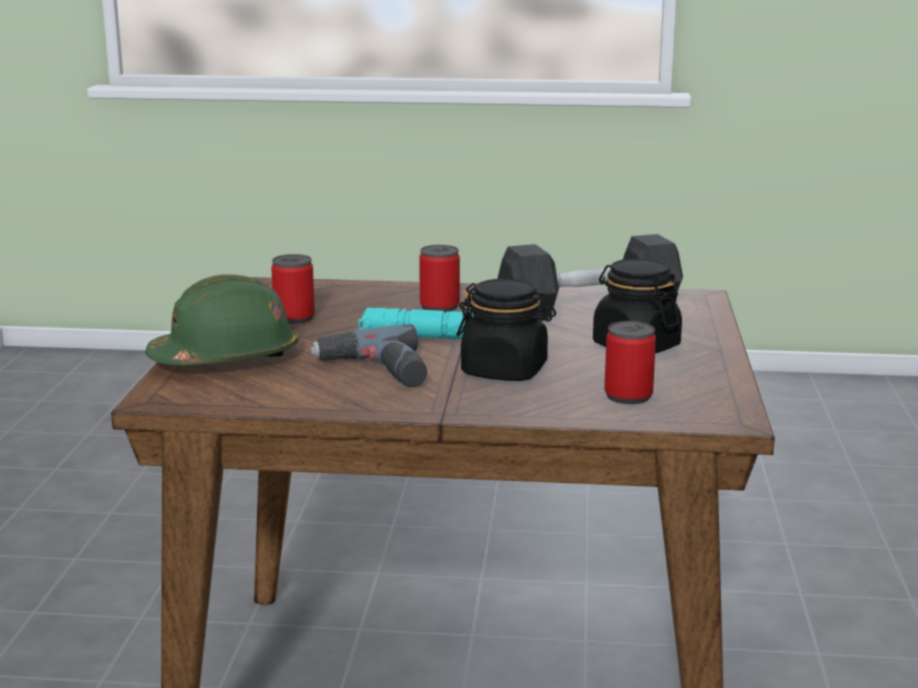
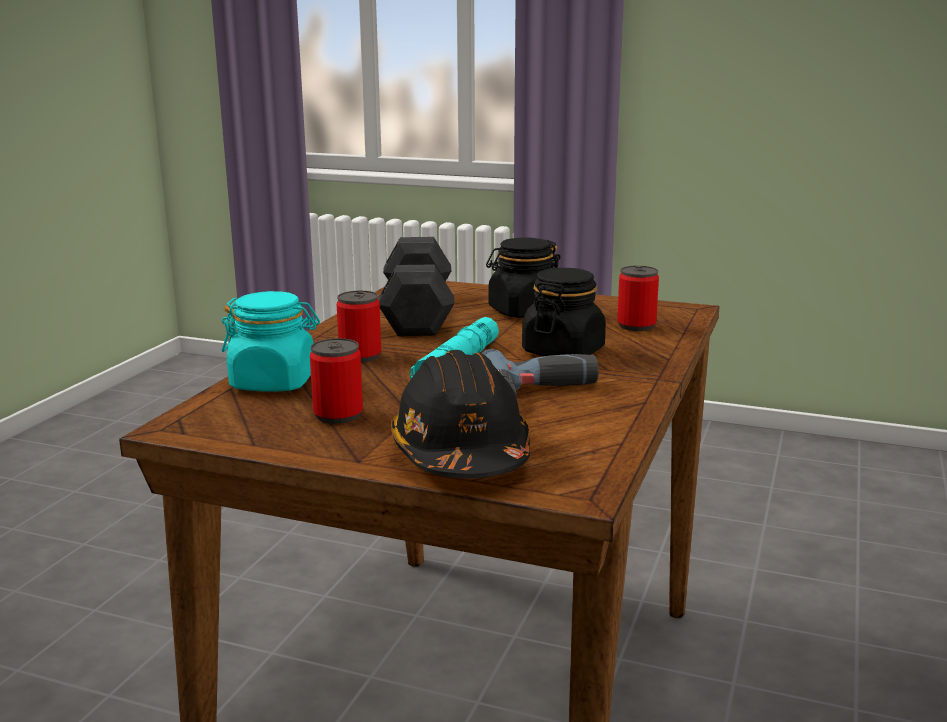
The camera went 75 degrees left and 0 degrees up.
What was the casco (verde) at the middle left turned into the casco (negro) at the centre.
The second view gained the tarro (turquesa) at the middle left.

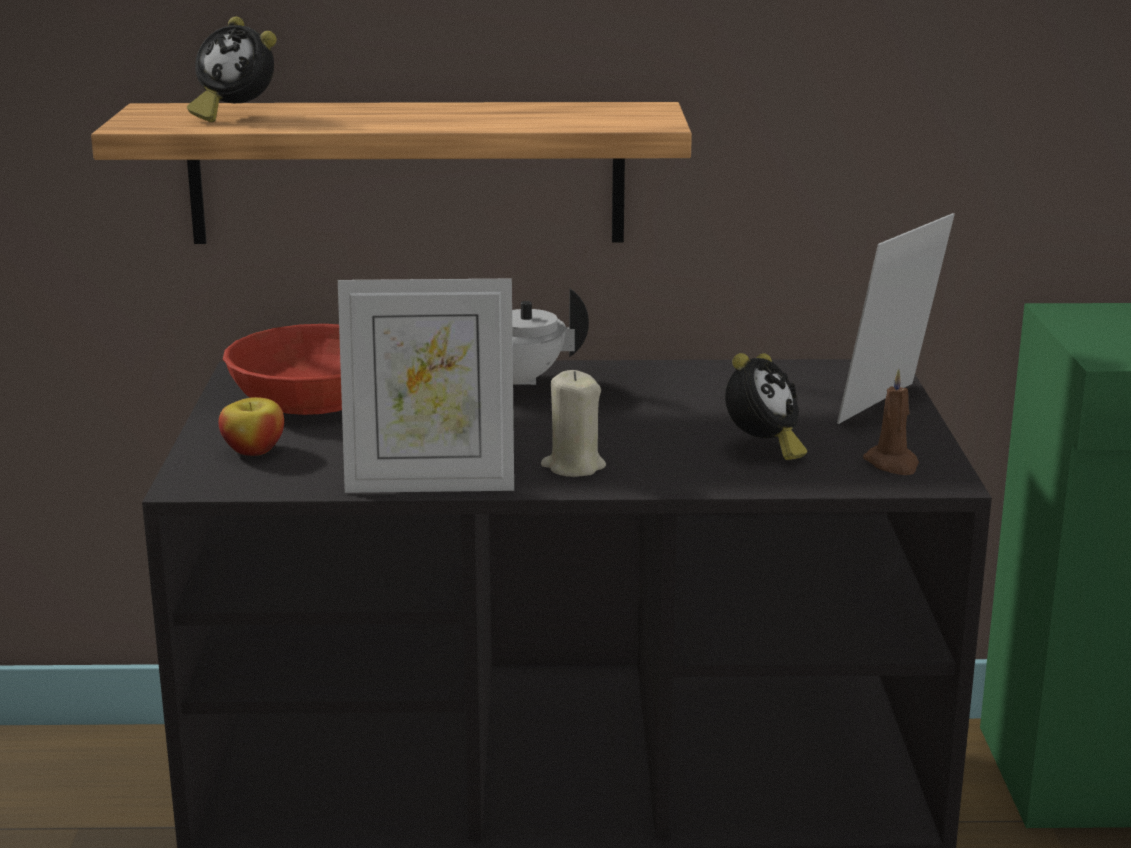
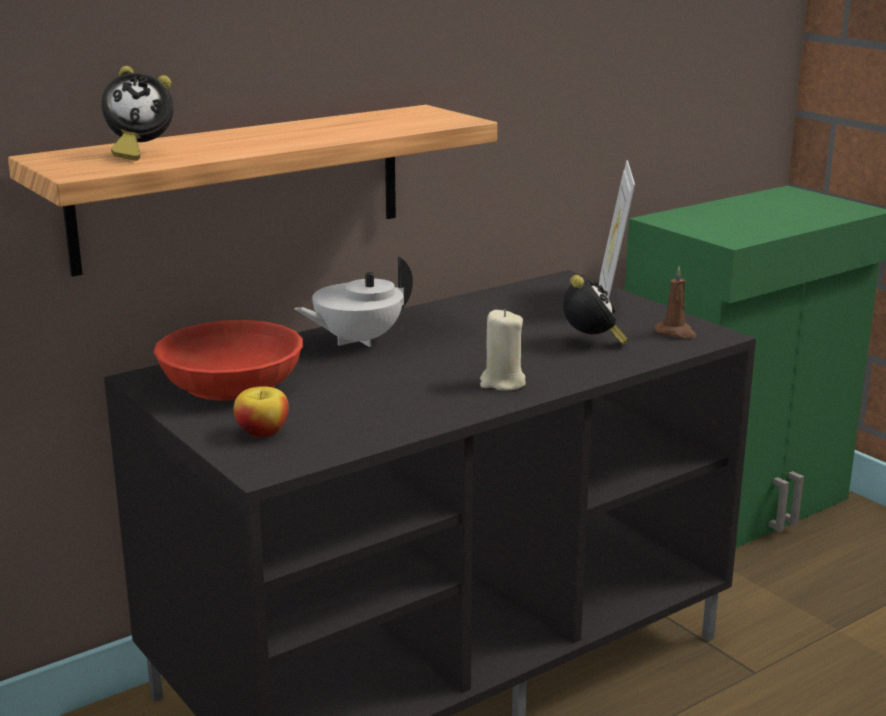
The camera went 35 degrees left and 0 degrees up.
The second view lost the portarretratos (no. 1 from left) at the centre.

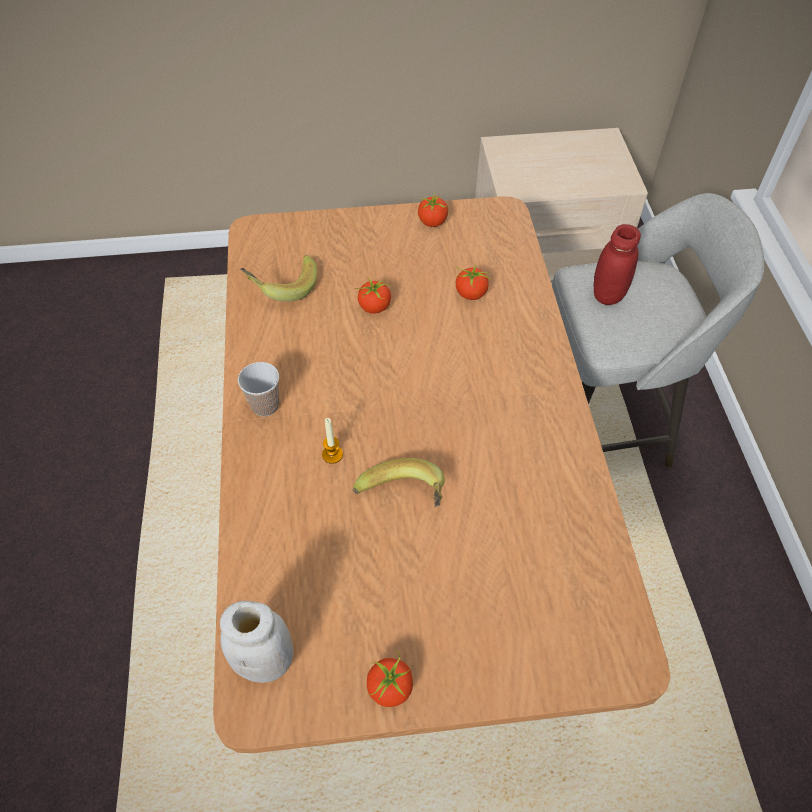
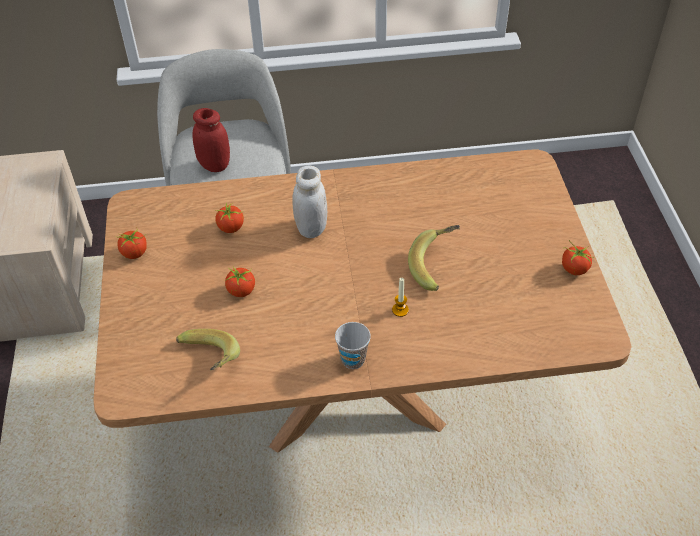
The camera went 90 degrees left and 5 degrees down.
The tarro (blanco) ended up elsewhere, having gone from the bottom left to the centre.

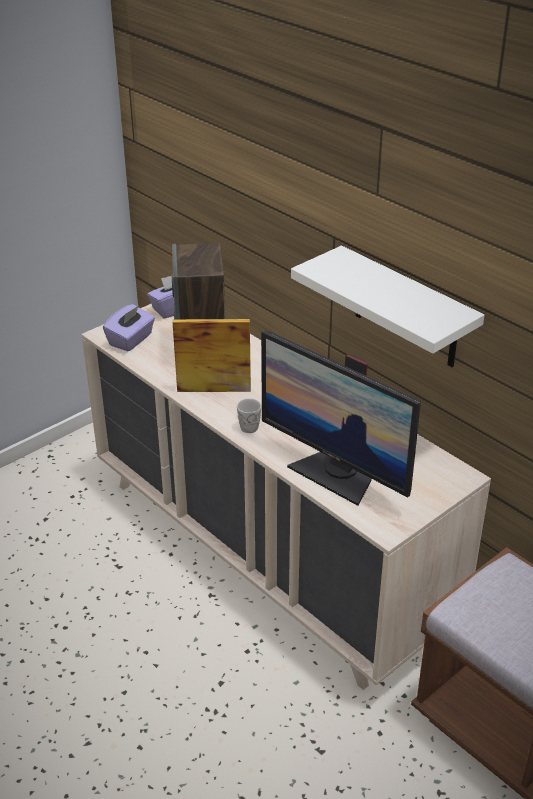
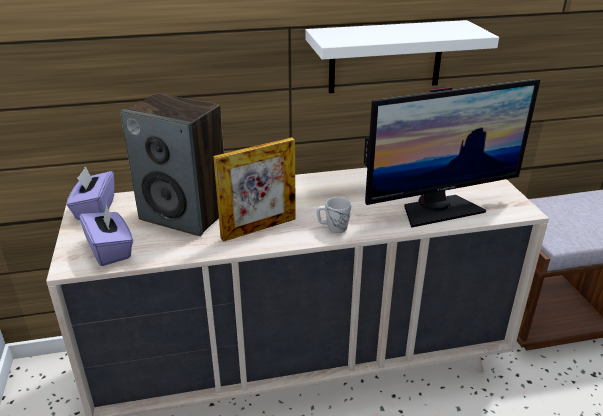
The camera went 60 degrees left and 5 degrees down.
The portarretratos at the centre ended up facing another way, 150 degrees counterclockwise from before.

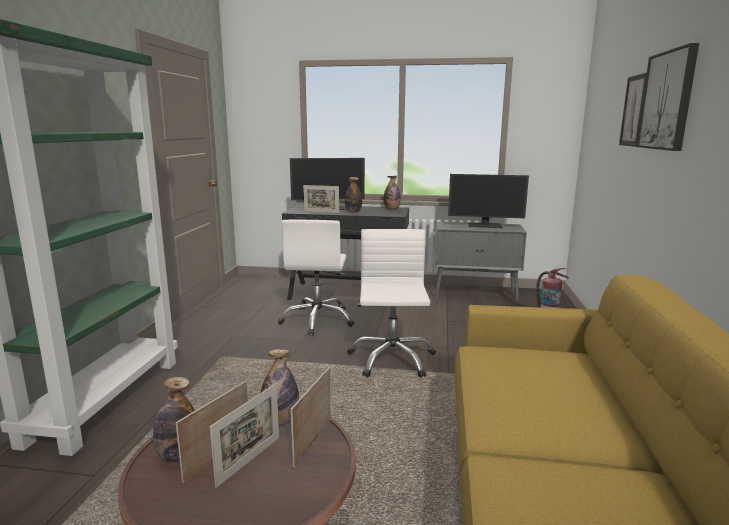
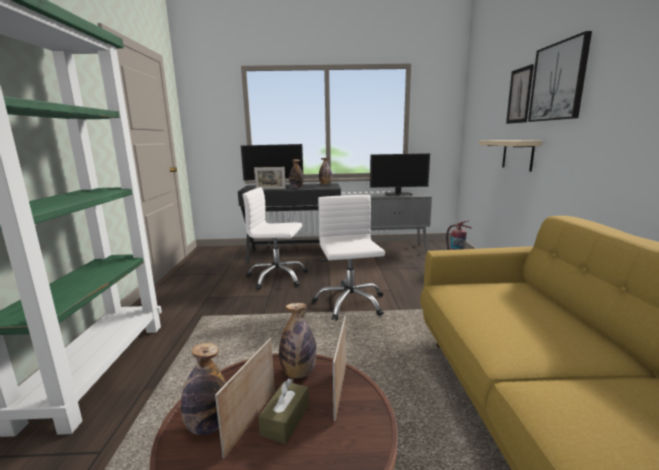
The camera went 10 degrees left and 0 degrees up.
Where the portarretratos (no. 2 from left) stood at the bottom centre, the caja de pañuelos (marrón) came to stand at the bottom centre.
The silla de oficina (blanco) (no. 1 from left) at the centre ended up facing another way, 105 degrees clockwise from before.
The second view gained the estante (beis) at the top right.

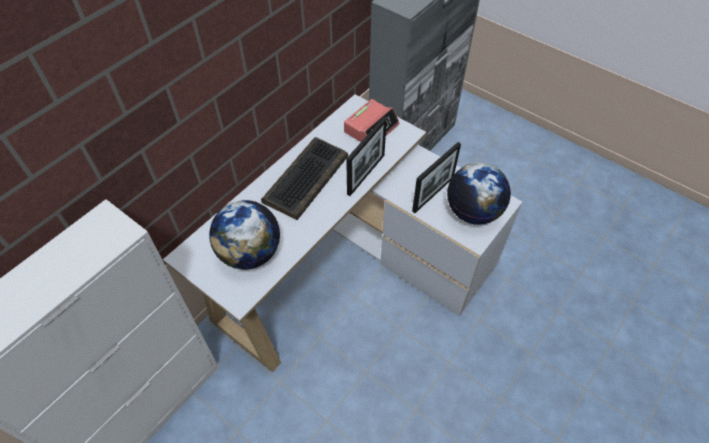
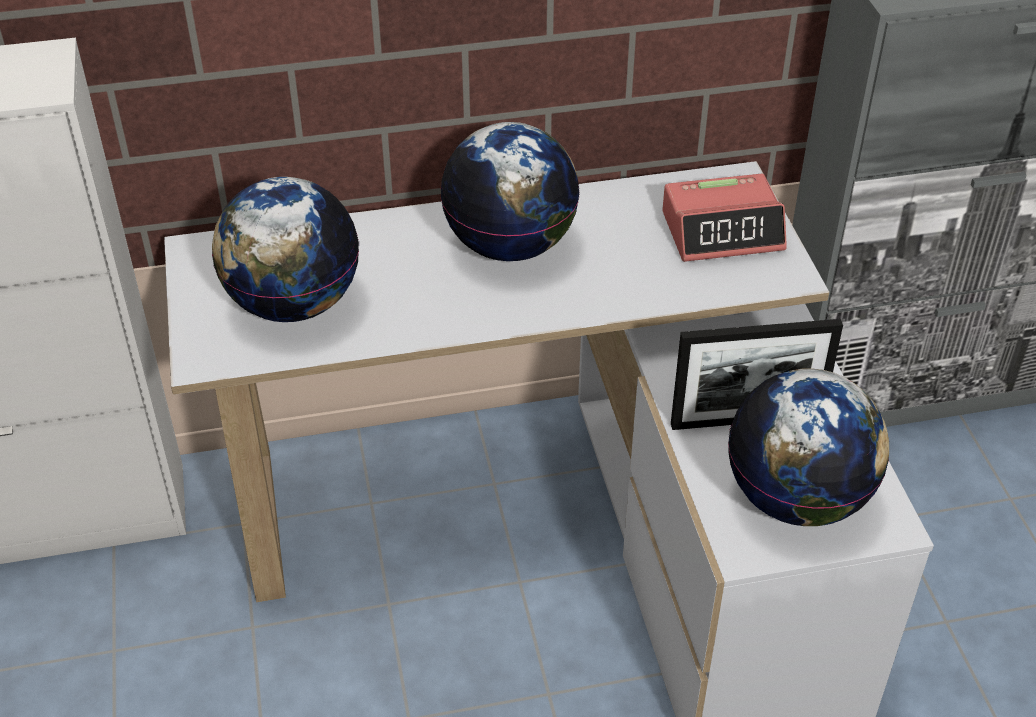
The camera went 40 degrees right and 10 degrees down.
Where the teclado stood at the centre, the globo terráqueo (no. 2 from left) came to stand at the top centre.
The second view lost the portarretratos (no. 1 from left) at the centre.

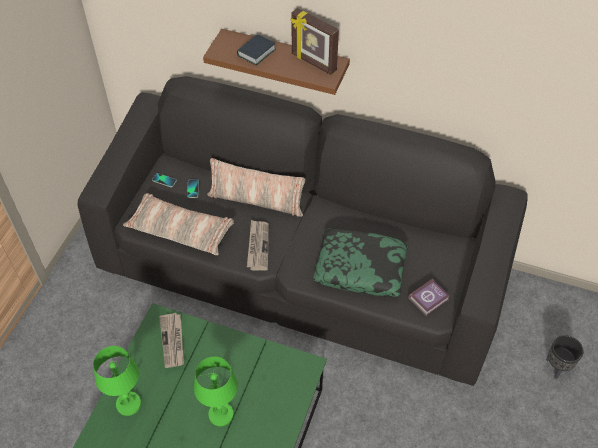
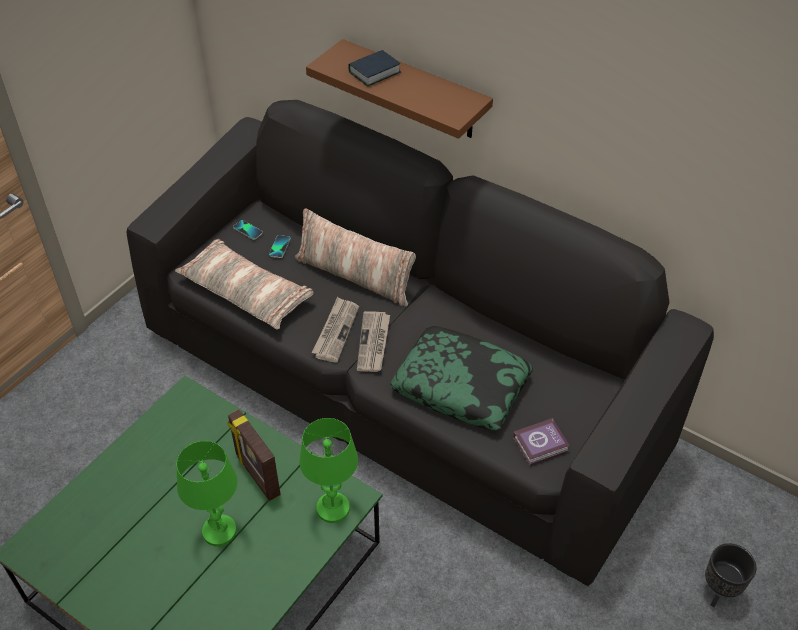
The camera went 15 degrees right and 5 degrees down.
The lámpara de mesa (verde) (no. 1 from left in the first image) ended up elsewhere, having gone from the bottom left to the bottom centre.
The periódico (no. 1 from left in the first image) ended up elsewhere, having gone from the bottom left to the centre.
The portarretratos ended up elsewhere, having gone from the top centre to the bottom left.

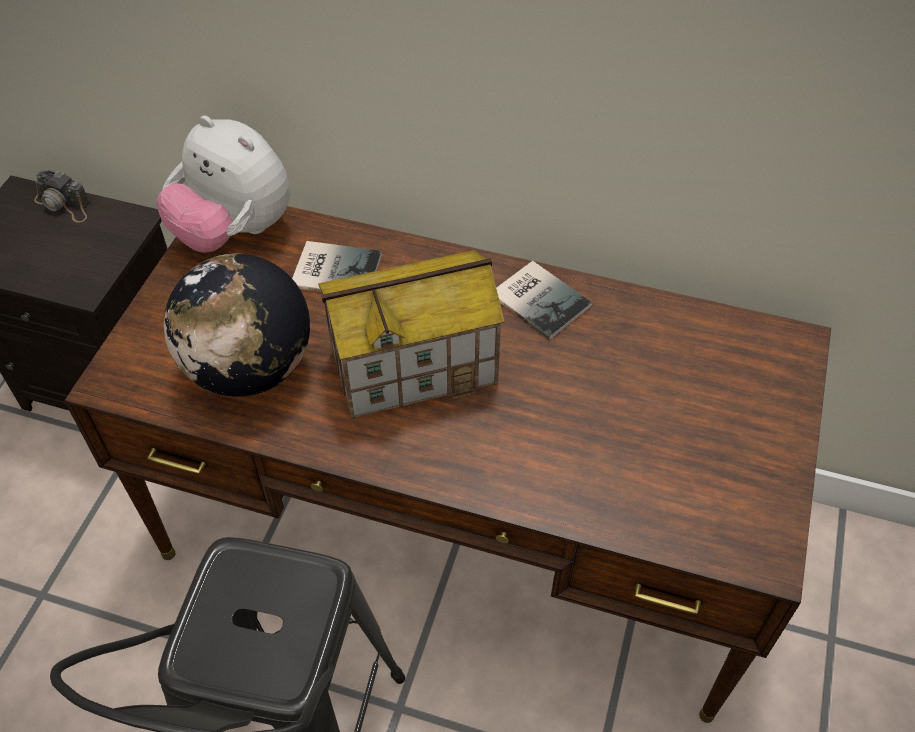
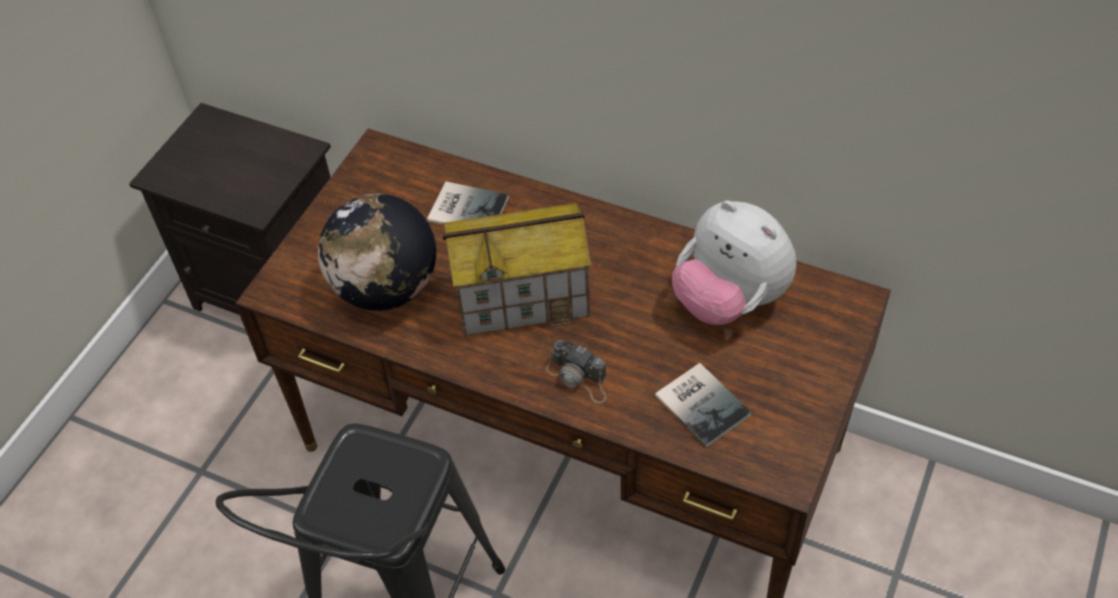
The camera went 10 degrees right and 0 degrees up.
The cámara ended up elsewhere, having gone from the top left to the centre.
The peluche ended up elsewhere, having gone from the top left to the centre.
The libro (no. 2 from left) ended up elsewhere, having gone from the centre to the bottom centre.

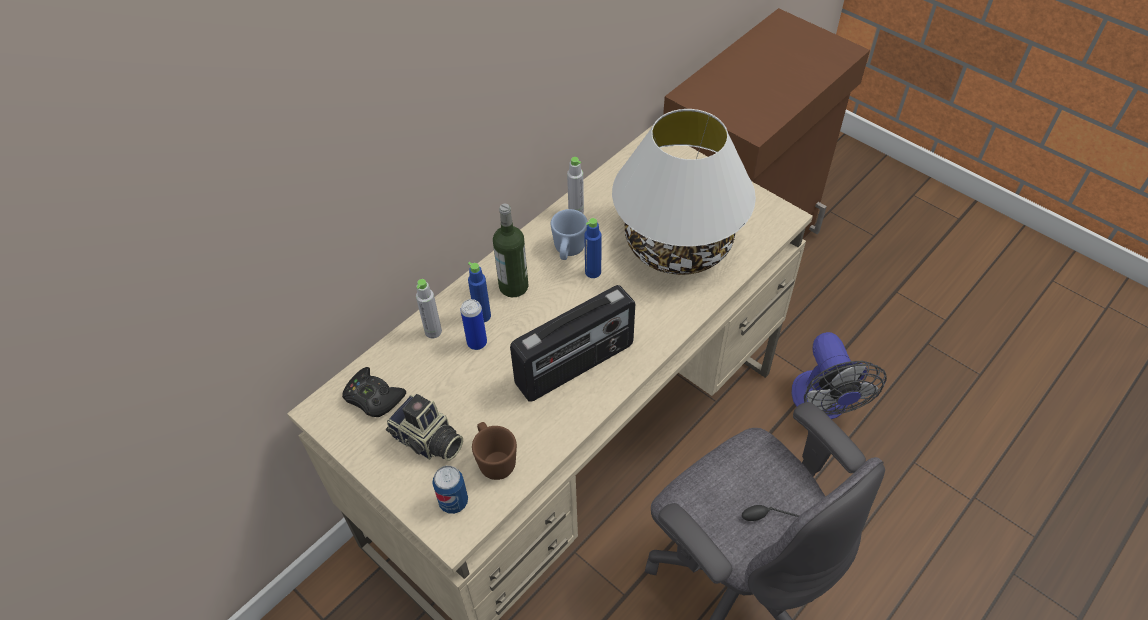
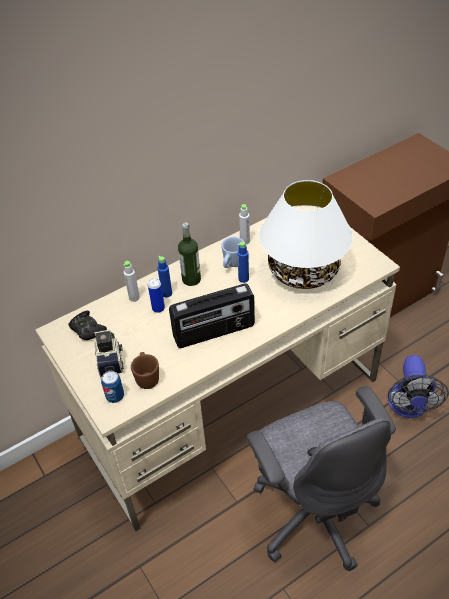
The camera went 15 degrees right and 5 degrees down.
The cámara at the bottom centre ended up facing another way, 150 degrees counterclockwise from before.

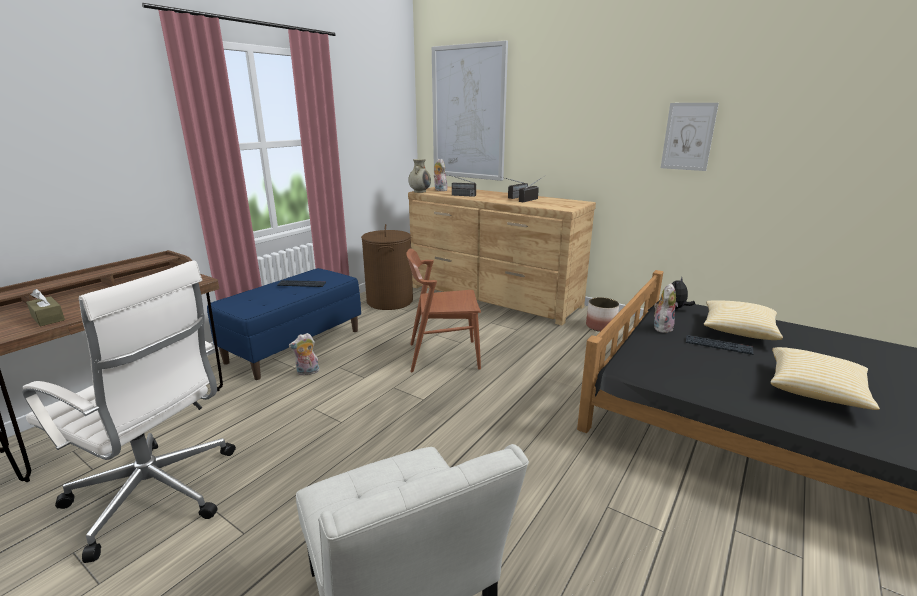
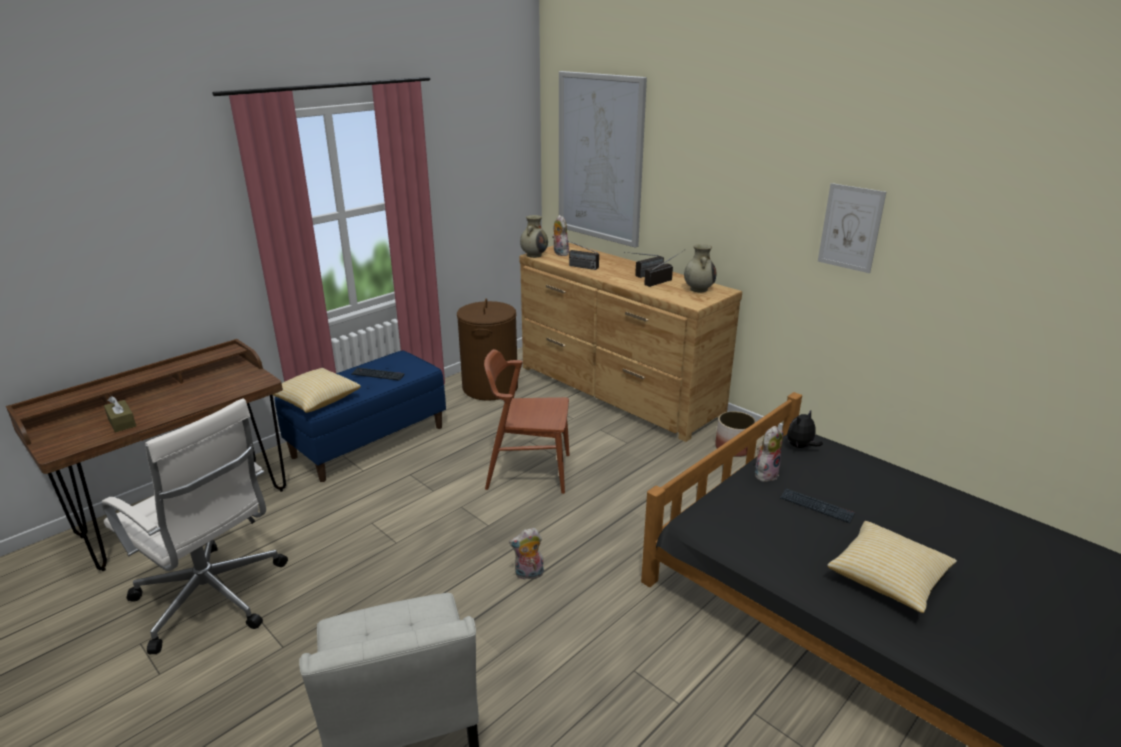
The camera went 10 degrees right and 5 degrees up.
The peluche (no. 1 from left) ended up elsewhere, having gone from the middle left to the bottom centre.
The cojín (no. 1 from left) ended up elsewhere, having gone from the middle right to the middle left.
The second view gained the florero (beis) (no. 2 from left) at the centre.

